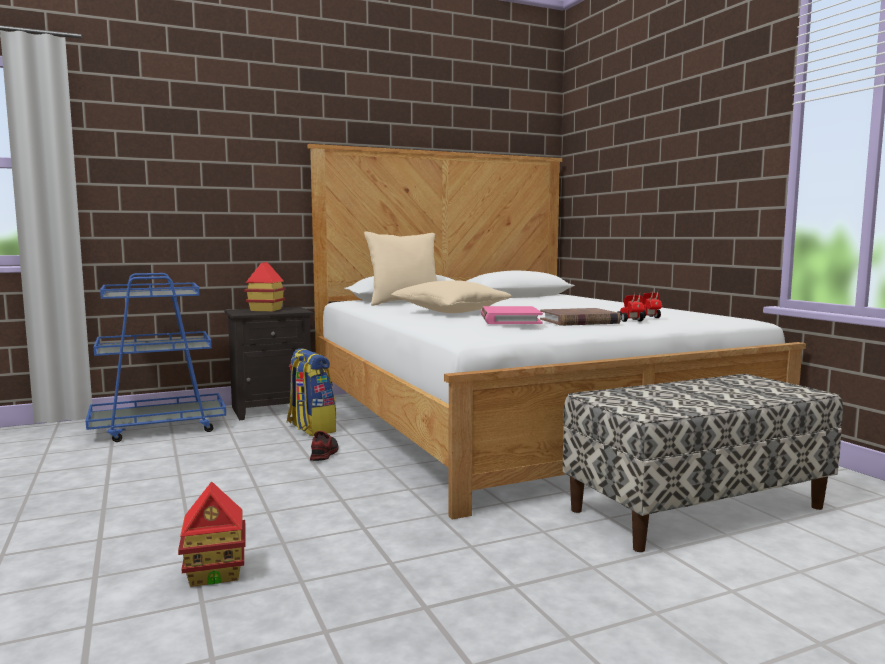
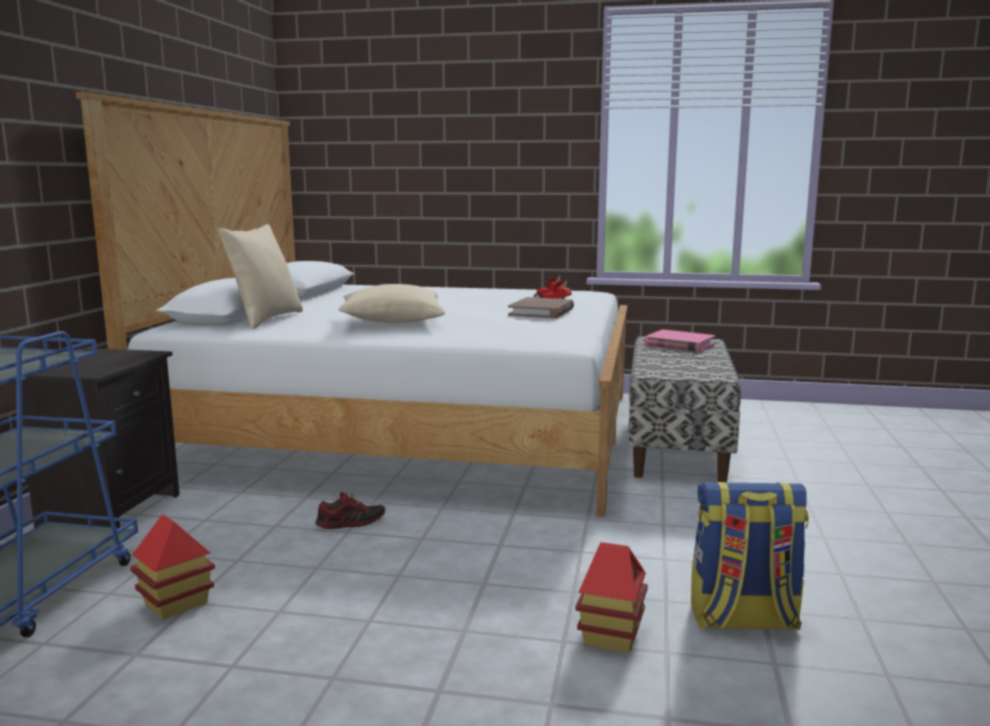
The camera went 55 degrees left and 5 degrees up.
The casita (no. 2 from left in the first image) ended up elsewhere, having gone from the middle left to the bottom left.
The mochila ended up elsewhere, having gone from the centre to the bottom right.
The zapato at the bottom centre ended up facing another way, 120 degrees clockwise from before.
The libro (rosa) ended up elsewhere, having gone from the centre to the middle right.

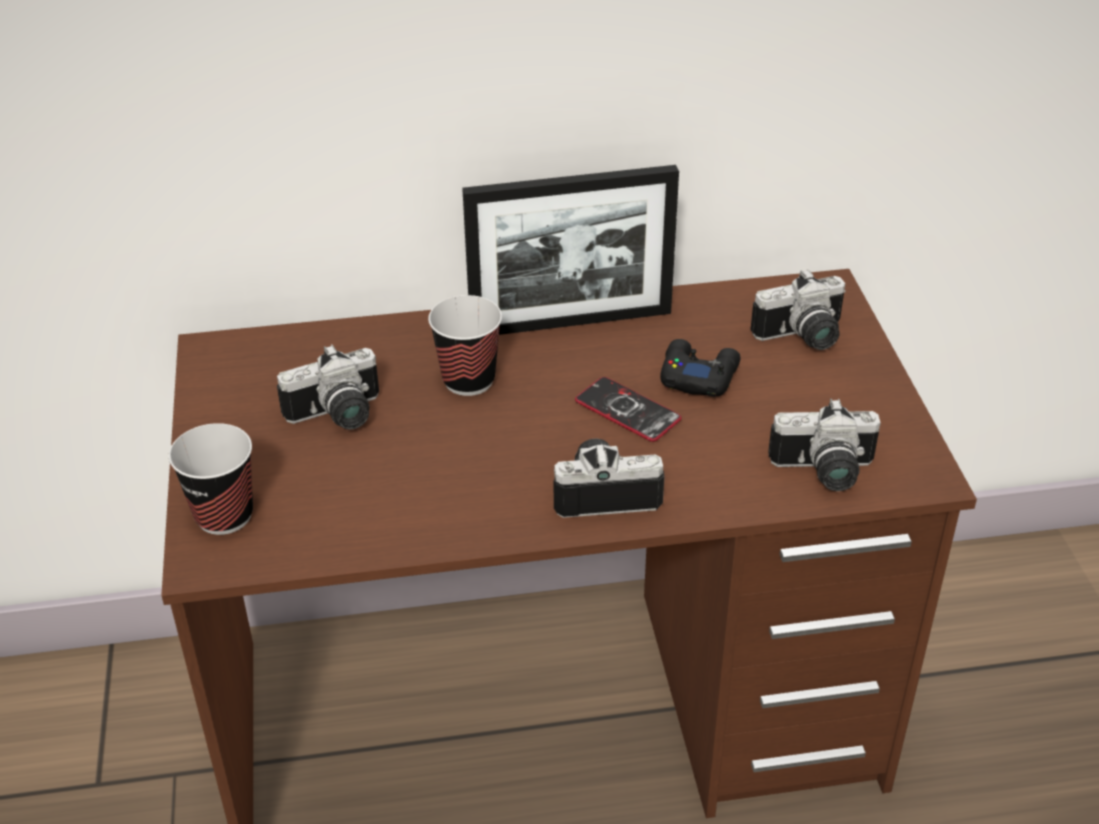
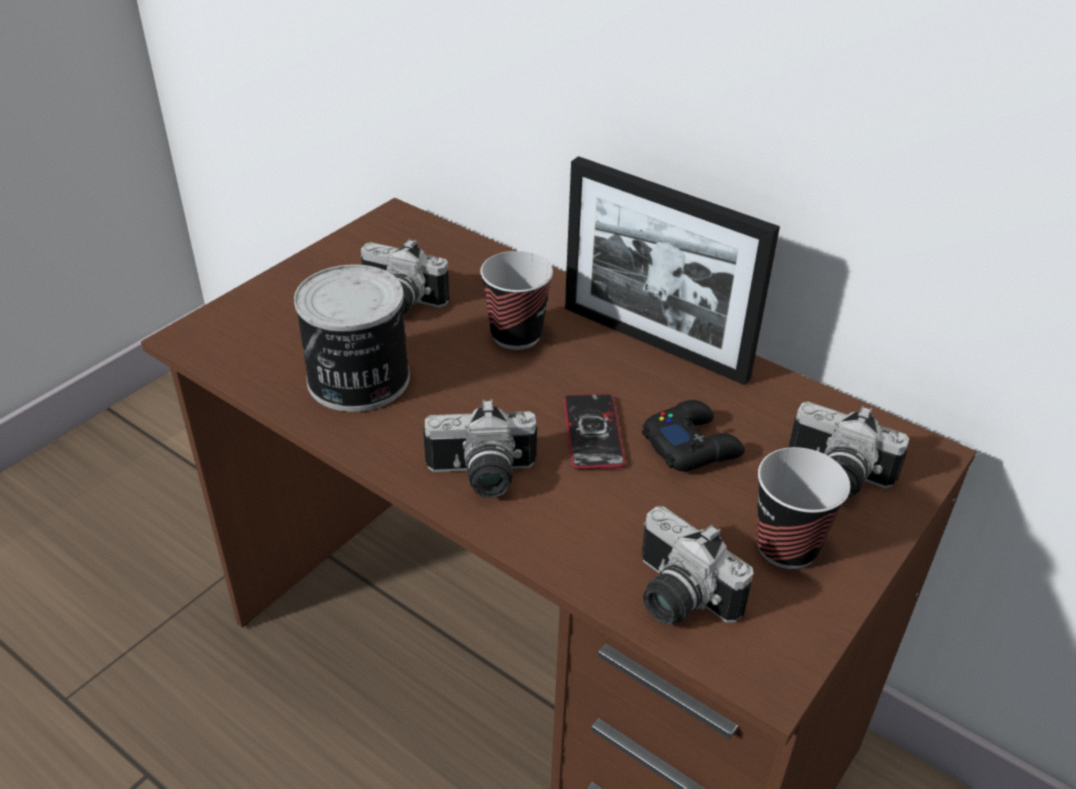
The camera went 45 degrees right and 0 degrees up.
The taza (no. 1 from left in the first image) ended up elsewhere, having gone from the middle left to the middle right.
The cámara (no. 2 from left) at the centre ended up facing another way, 135 degrees clockwise from before.
The second view gained the lata at the middle left.

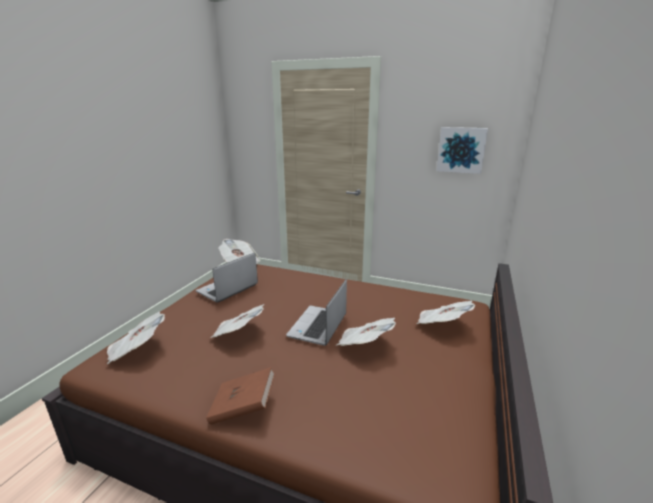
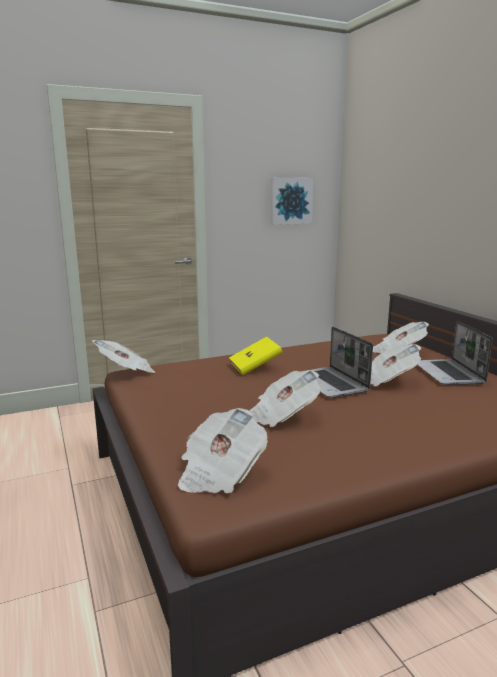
The camera went 45 degrees left and 5 degrees down.
The portátil (no. 1 from left in the first image) ended up elsewhere, having gone from the centre to the middle right.
The second view lost the libro (marrón) at the bottom centre.
The second view gained the libro (amarillo) at the centre.

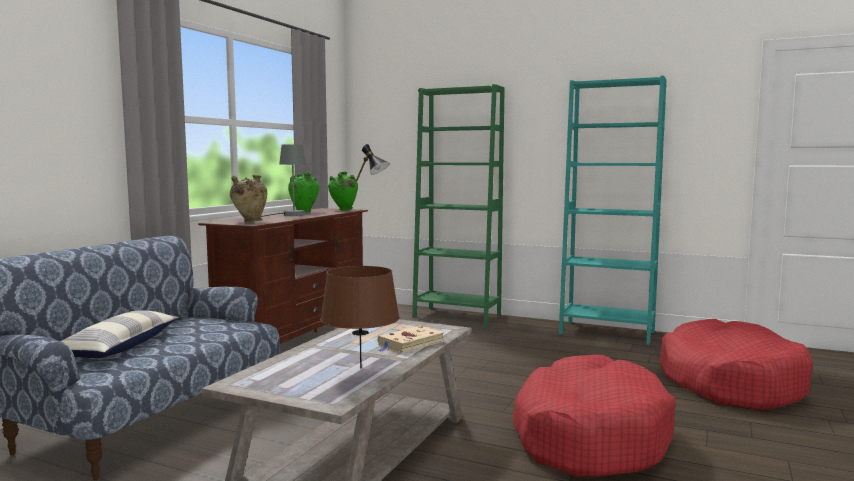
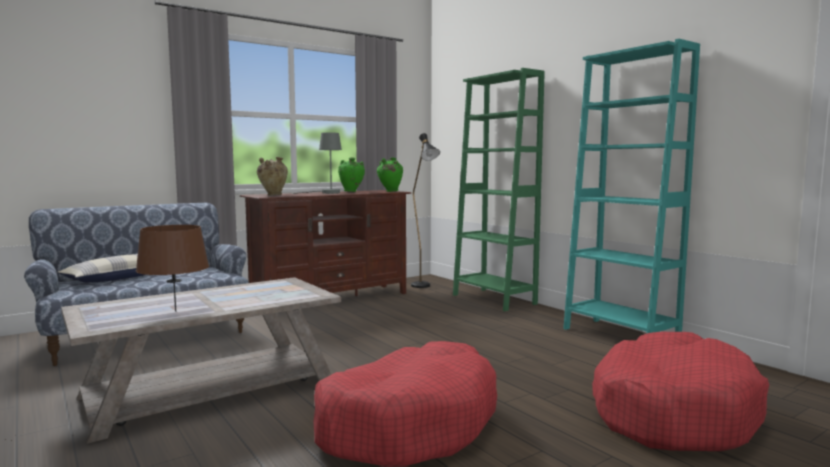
The camera went 30 degrees right and 0 degrees up.
The second view lost the libro (beis) at the bottom centre.

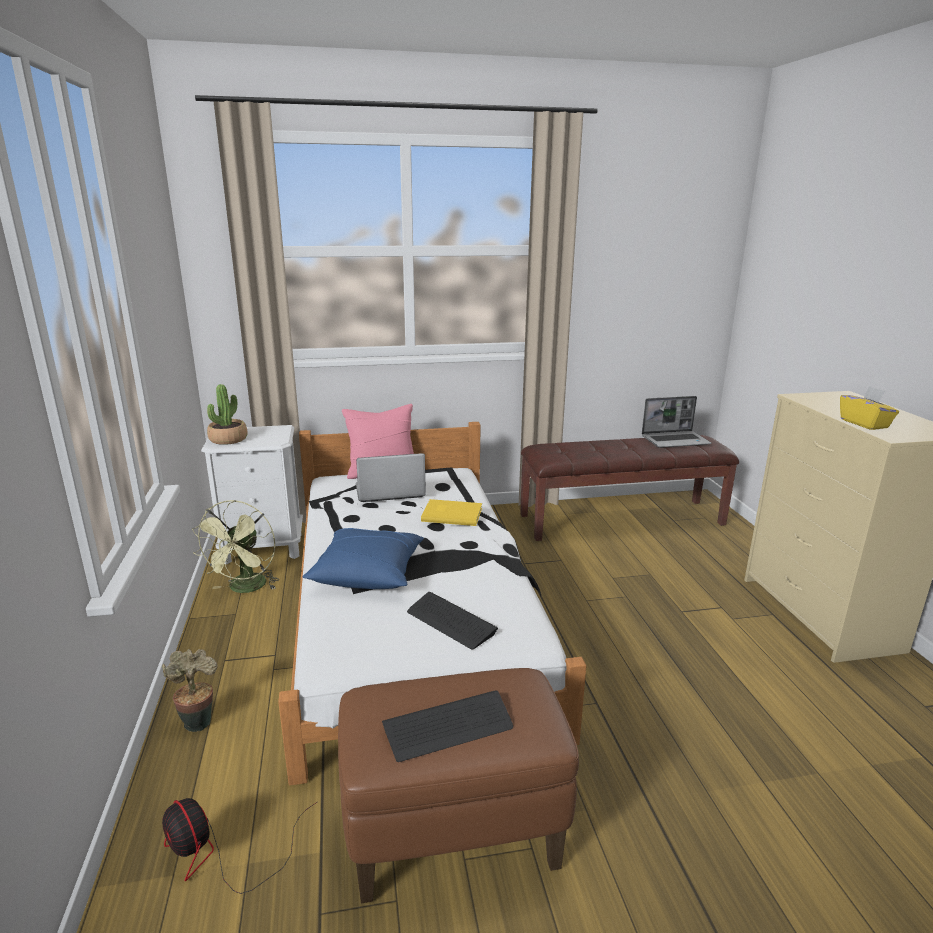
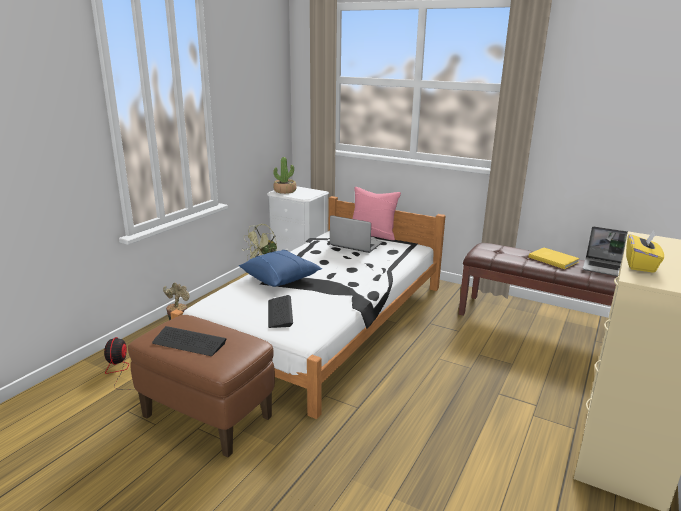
The camera went 40 degrees right and 0 degrees up.
The libro (amarillo) ended up elsewhere, having gone from the centre to the middle right.

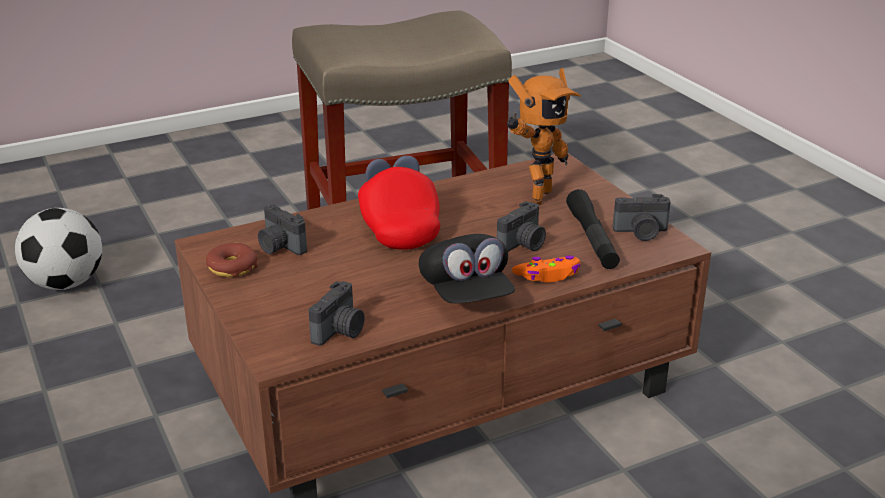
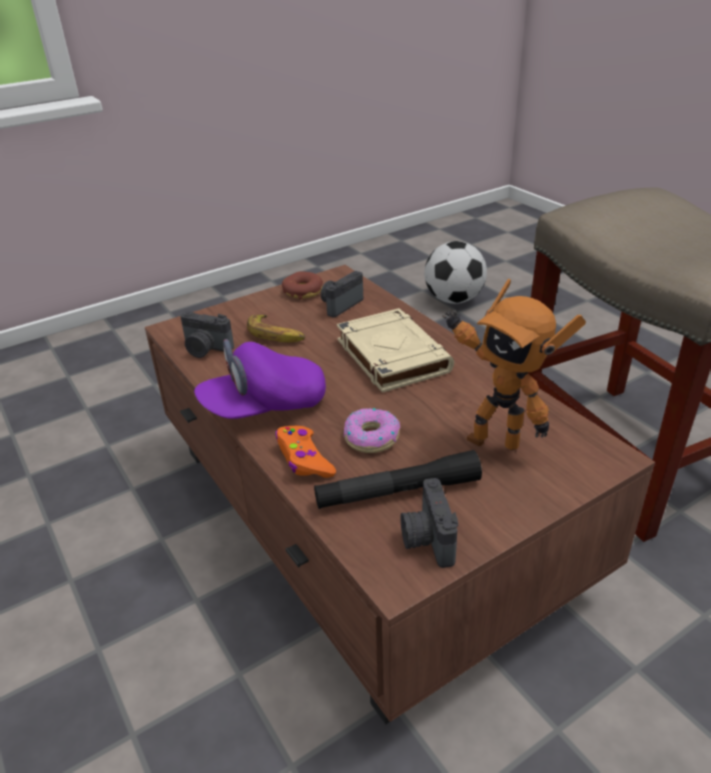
The camera went 85 degrees right and 5 degrees up.
Where the gorra (rojo) stood at the centre, the libro (beis) came to stand at the centre.
What was the gorra (negro) at the centre turned into the gorra (morado) at the centre.
Where the cámara (no. 3 from left) stood at the centre, the rosquilla (no. 2 from left) came to stand at the centre.
The second view gained the plátano at the centre.

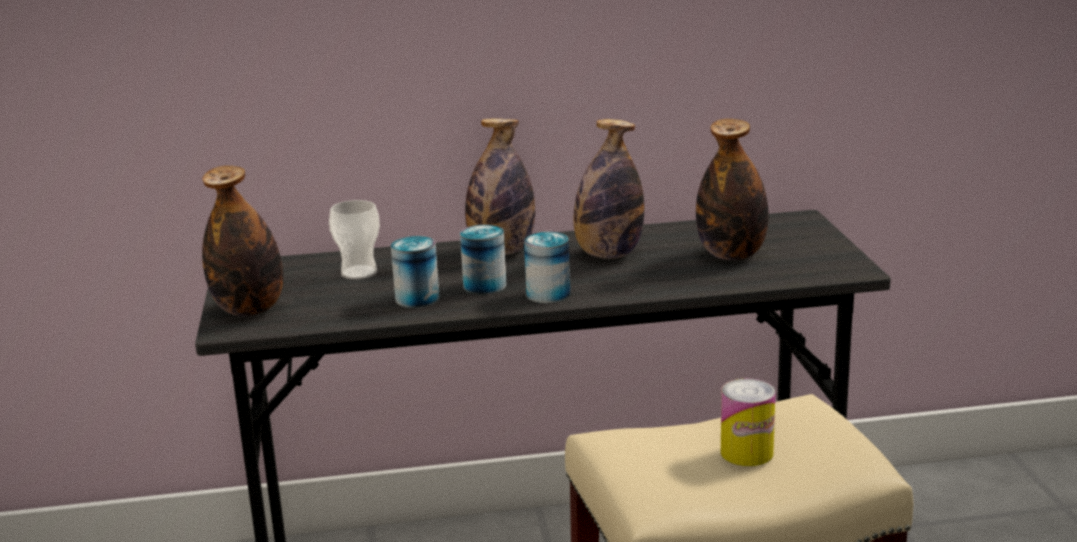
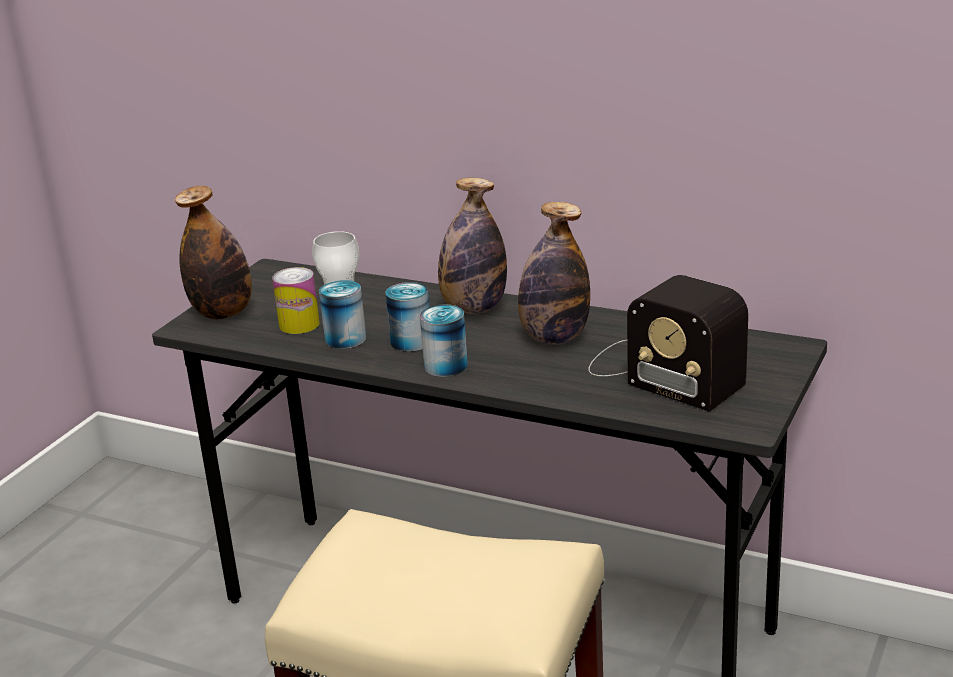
The camera went 35 degrees right and 5 degrees up.
Where the botella (no. 4 from left) stood at the middle right, the radio came to stand at the middle right.
The lata (no. 4 from left in the first image) ended up elsewhere, having gone from the bottom right to the middle left.

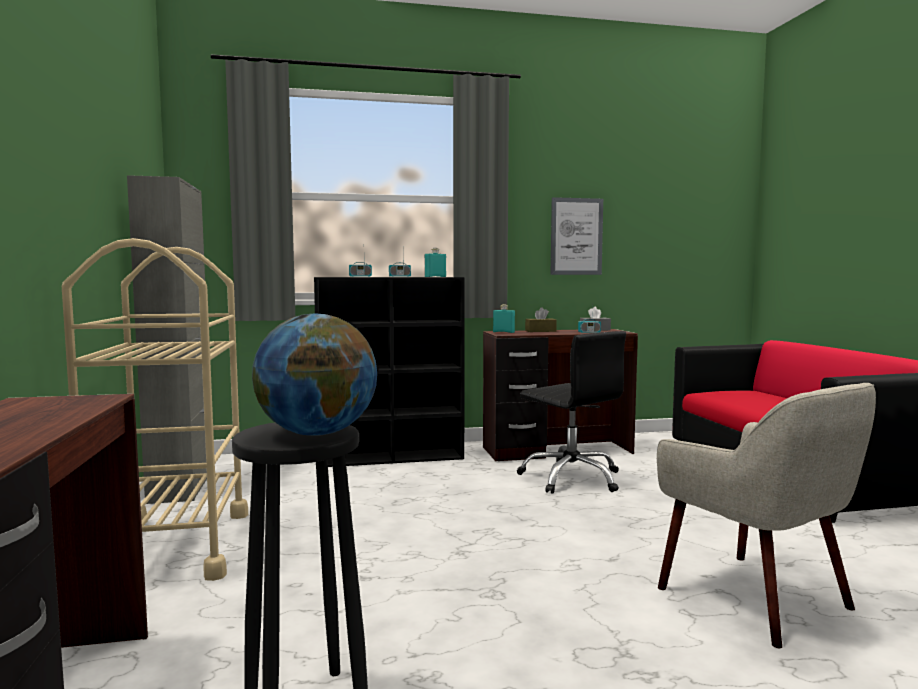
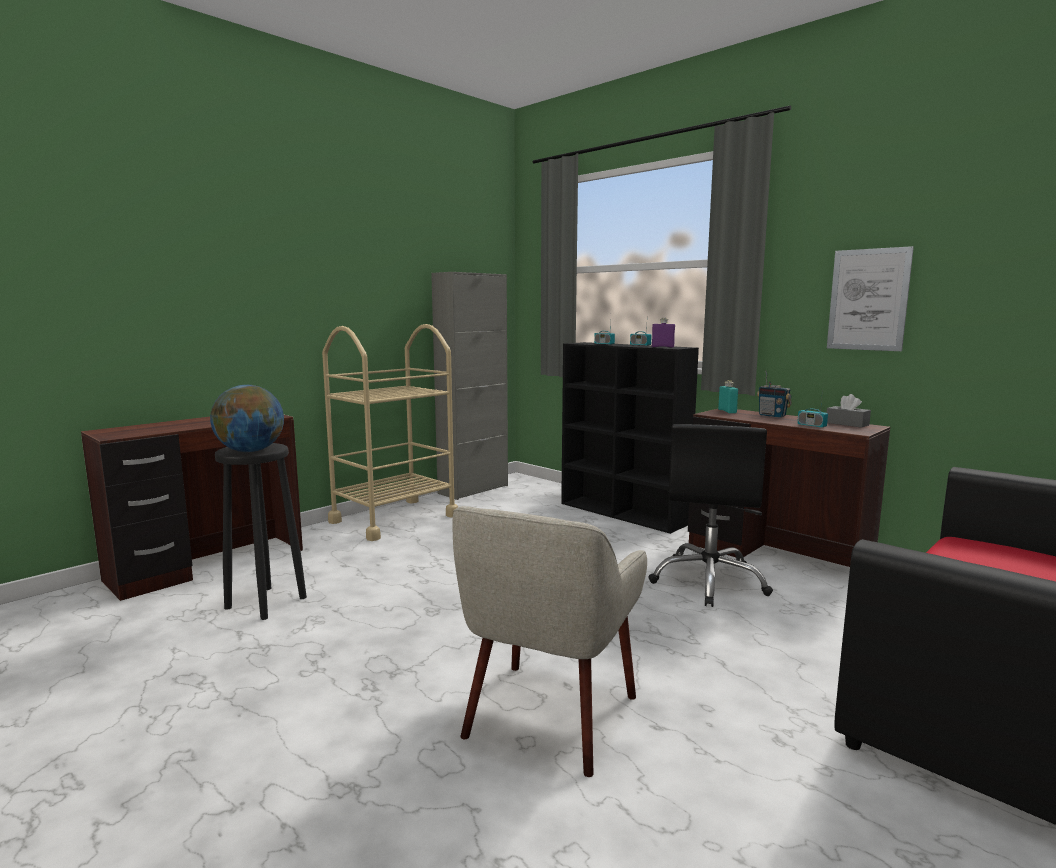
The camera went 55 degrees right and 5 degrees up.
What was the botella (turquesa) (no. 1 from left) at the centre turned into the botella (morado) at the centre.
Where the caja de pañuelos (marrón) stood at the centre, the radio (no. 3 from left) came to stand at the middle right.

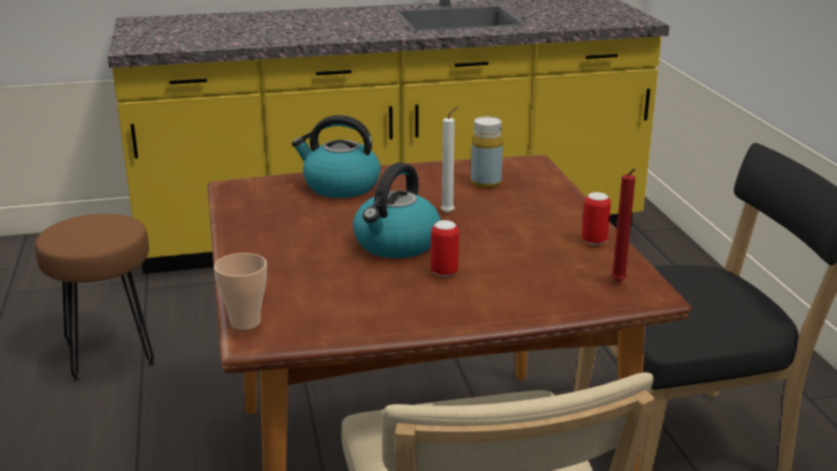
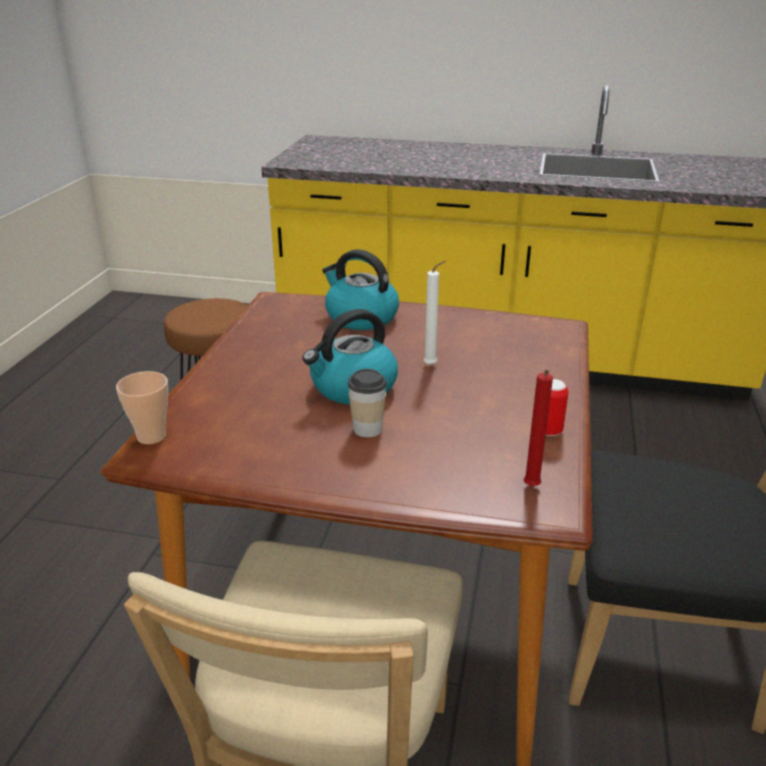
The camera went 25 degrees right and 5 degrees up.
Where the lata (no. 1 from left) stood at the centre, the taza (no. 2 from left) came to stand at the centre.
The second view lost the botella (amarillo) at the top centre.

